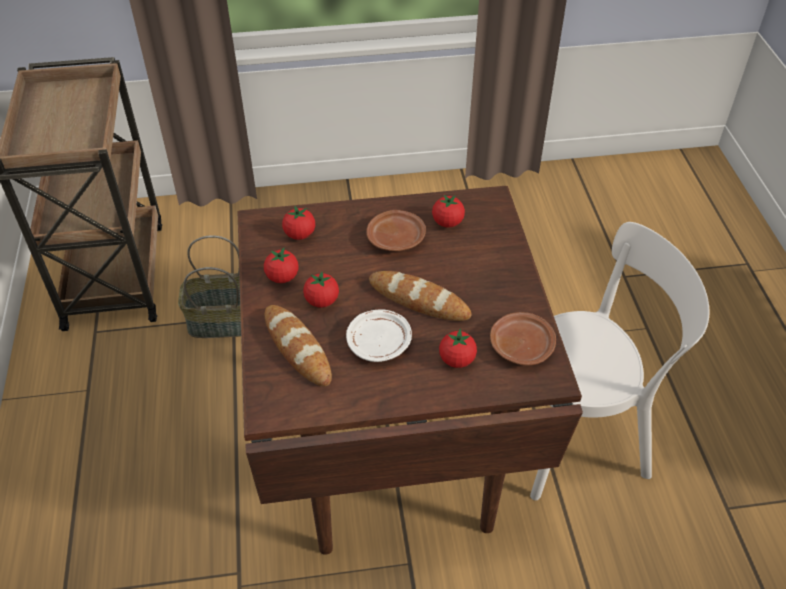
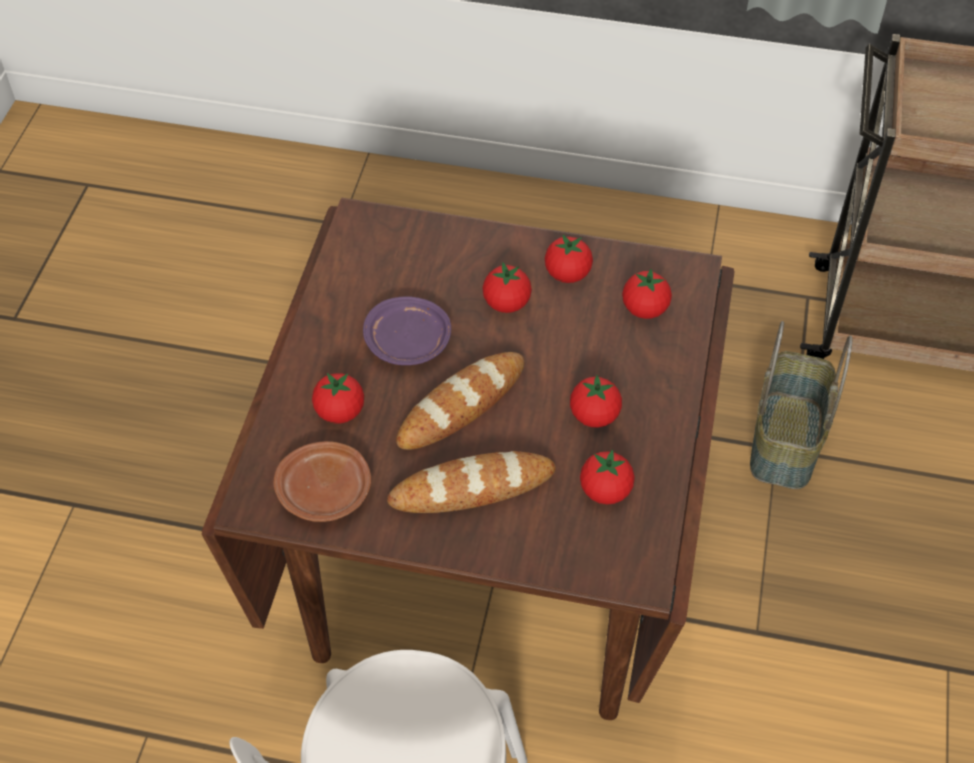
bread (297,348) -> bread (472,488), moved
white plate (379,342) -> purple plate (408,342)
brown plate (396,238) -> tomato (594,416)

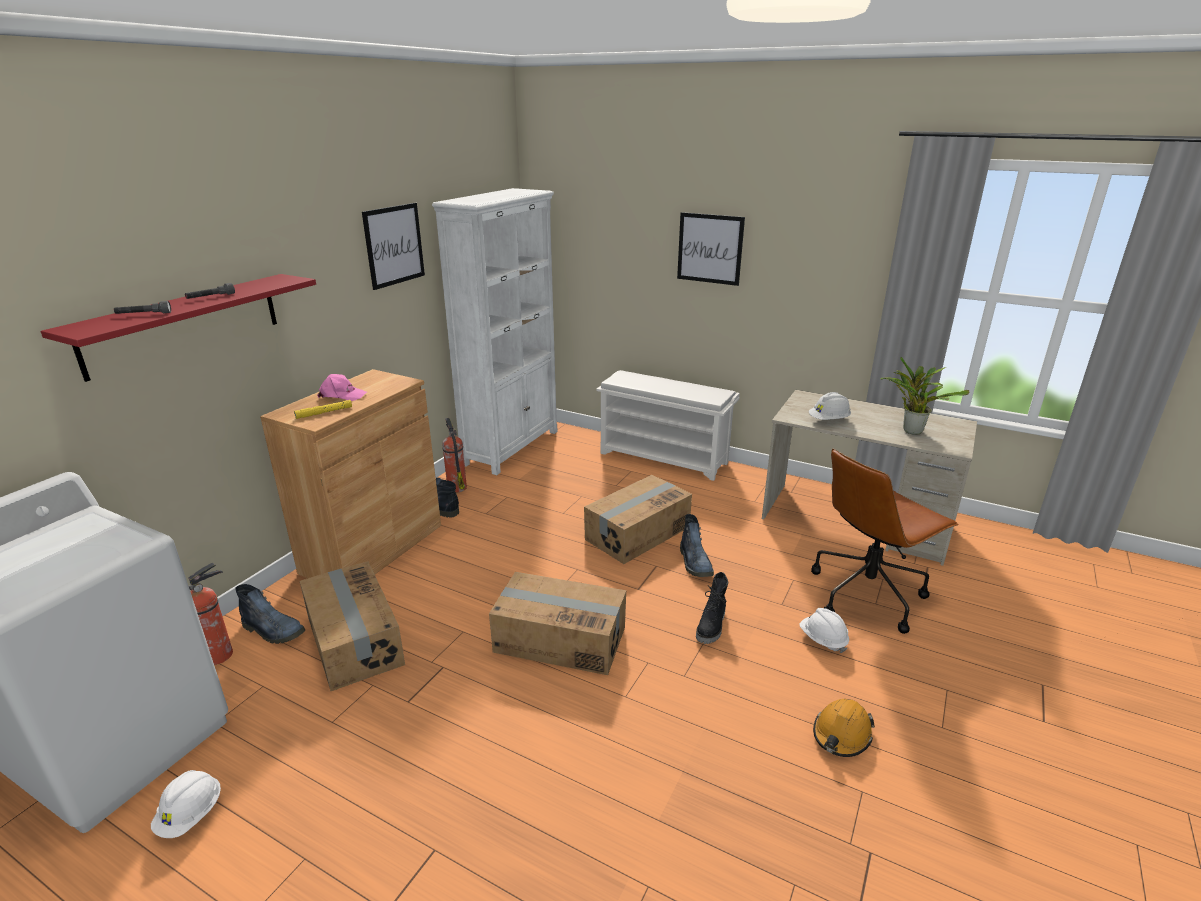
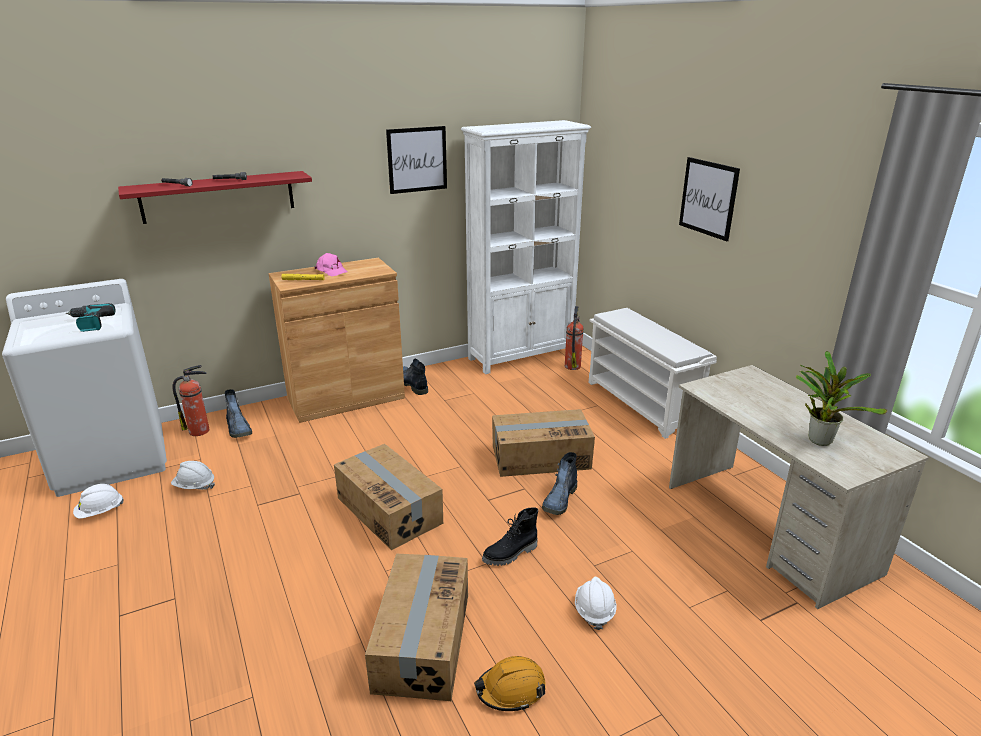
cardboard box (353,641) -> cardboard box (421,641), moved
fire extinguisher (456,487) -> fire extinguisher (572,366), moved
white hard hat (829,420) -> white hard hat (194,486), moved
brown office chair (867,594) -> none
none -> power drill (90,323)

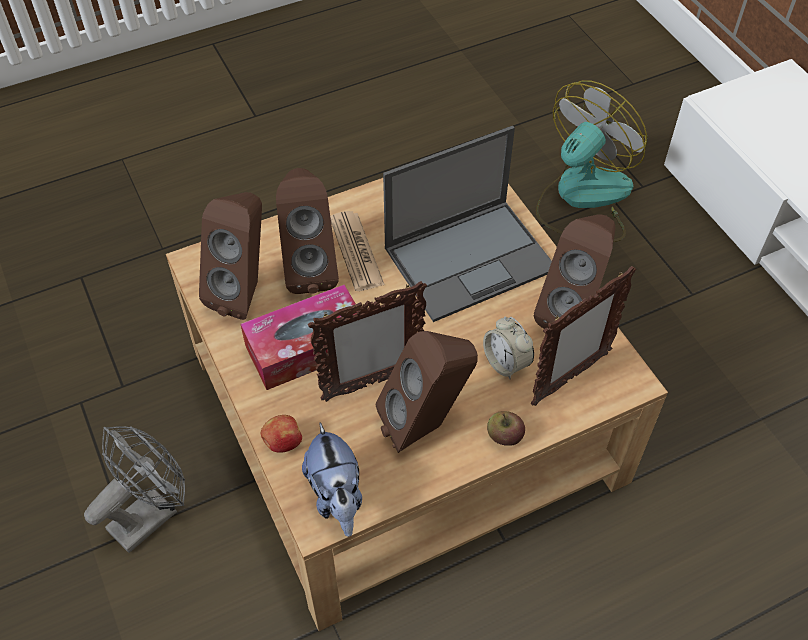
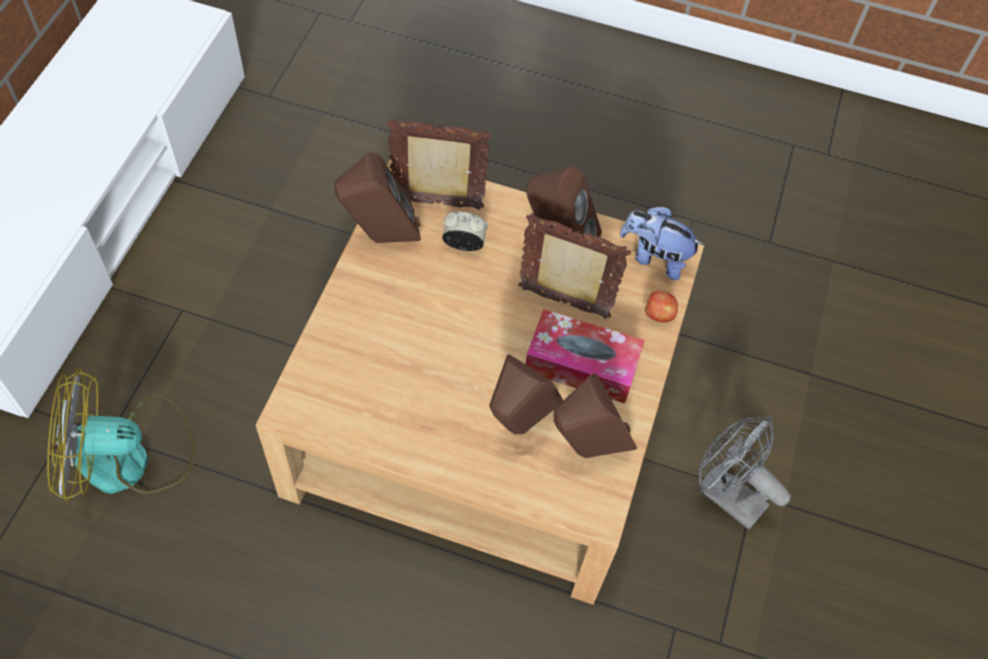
grey fan (150,513) -> grey fan (726,495), 45 degrees clockwise
plush toy (337,497) -> plush toy (655,257), 90 degrees counterclockwise
newspaper (356,251) -> none
laptop (471,258) -> none
alarm clock (506,363) -> alarm clock (464,244), 90 degrees counterclockwise
apple (504,436) -> none

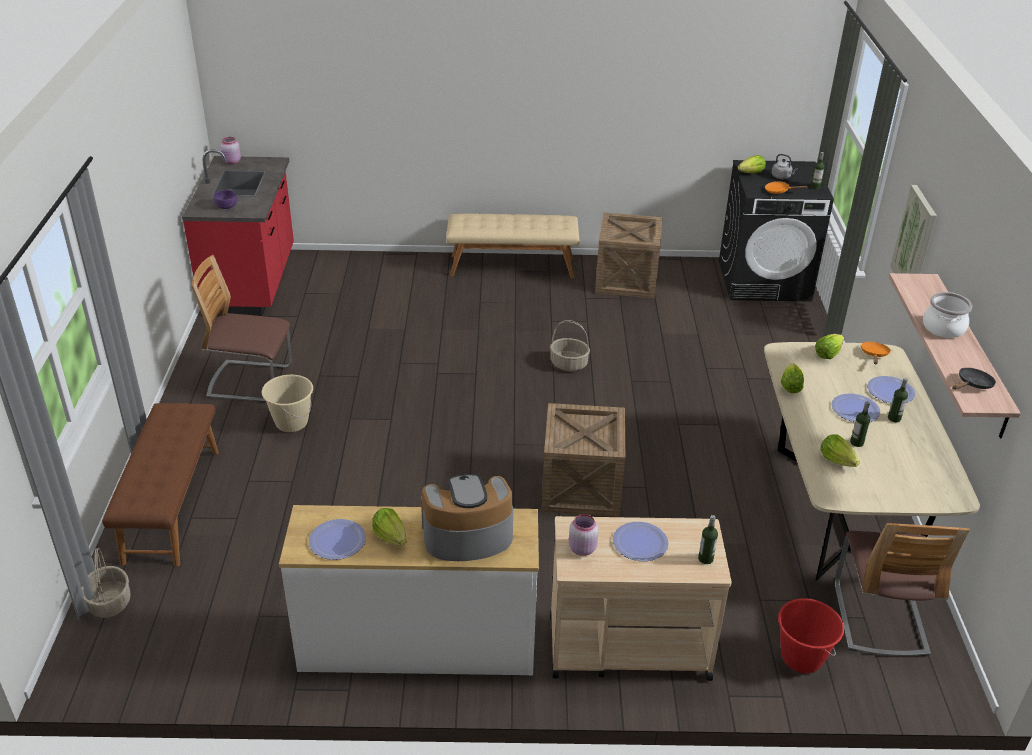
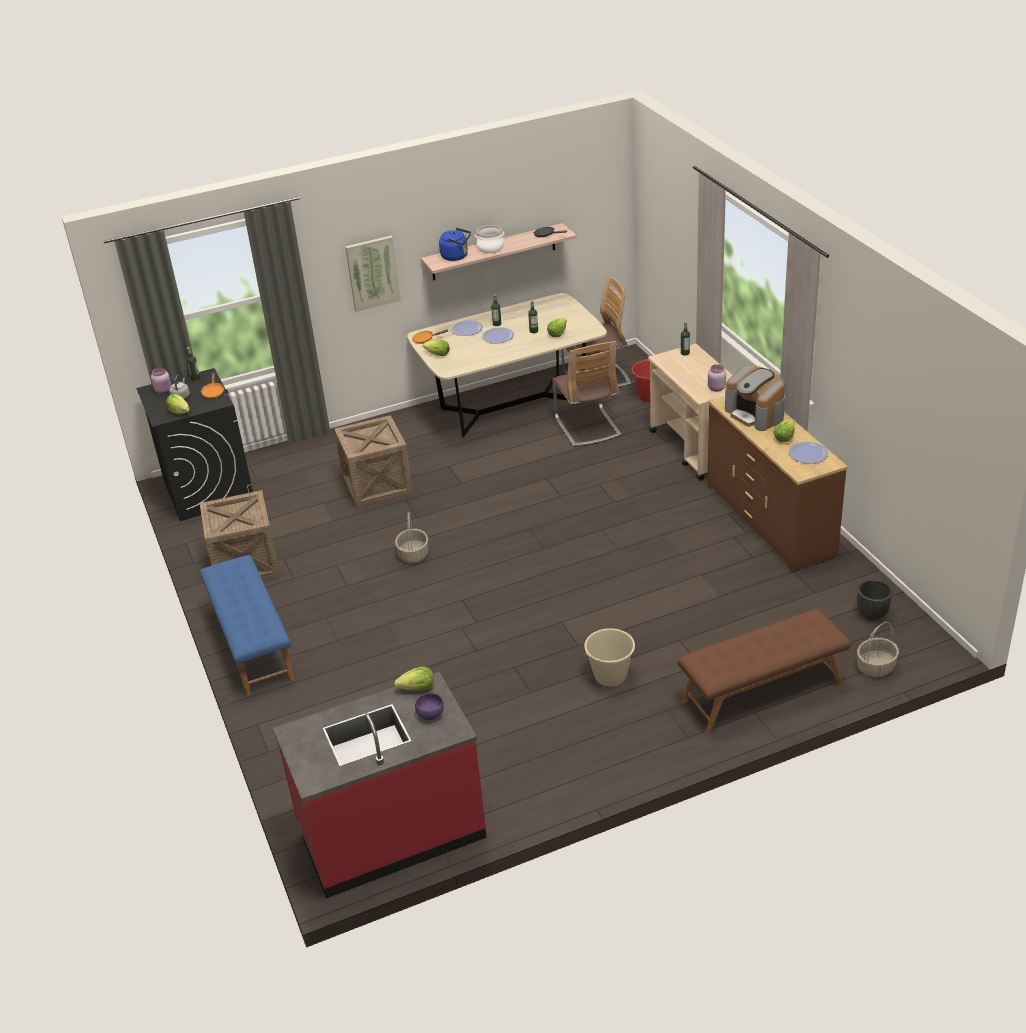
chair (250,382) -> chair (587,427), moved
pink jar (231,162) -> pink jar (164,391), moved
white dresser (418,645) -> brown dresser (770,520)
beige bench (512,266) -> blue bench (251,644)
crate (581,488) -> crate (377,484), moved
plate (640,543) -> none
lettuce (790,387) -> lettuce (417,688), moved
none -> blue kettle (456,256)
none -> black planter (872,614)

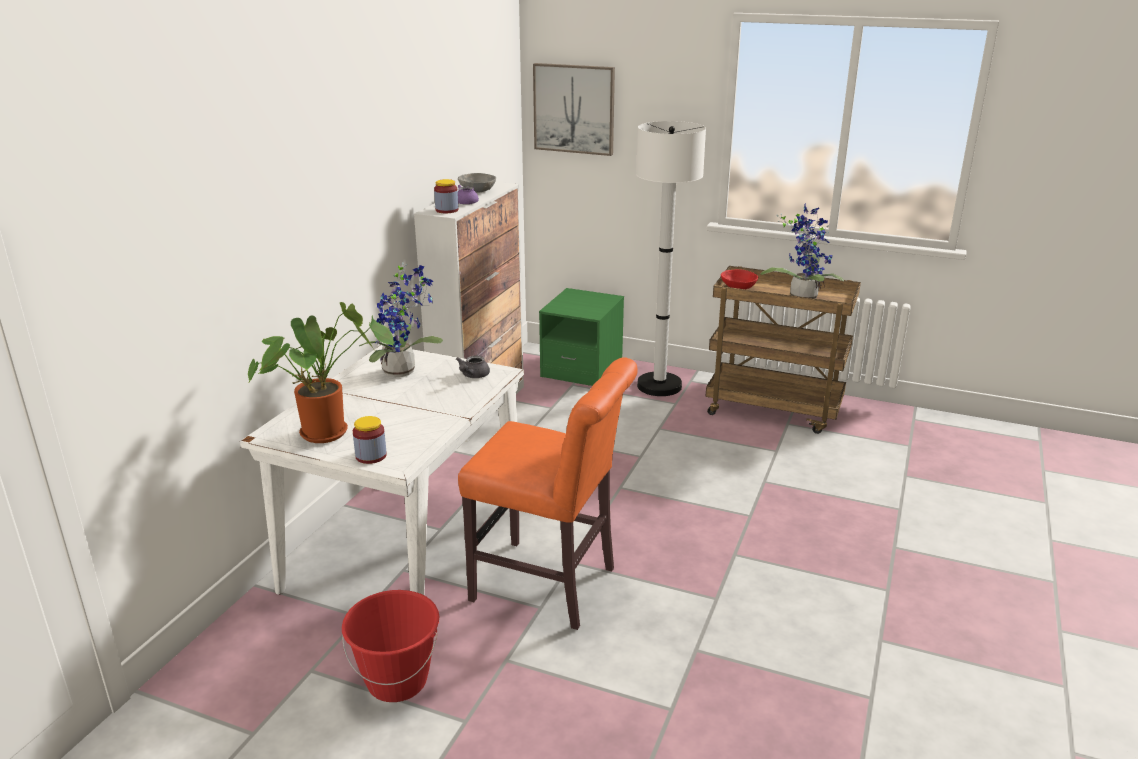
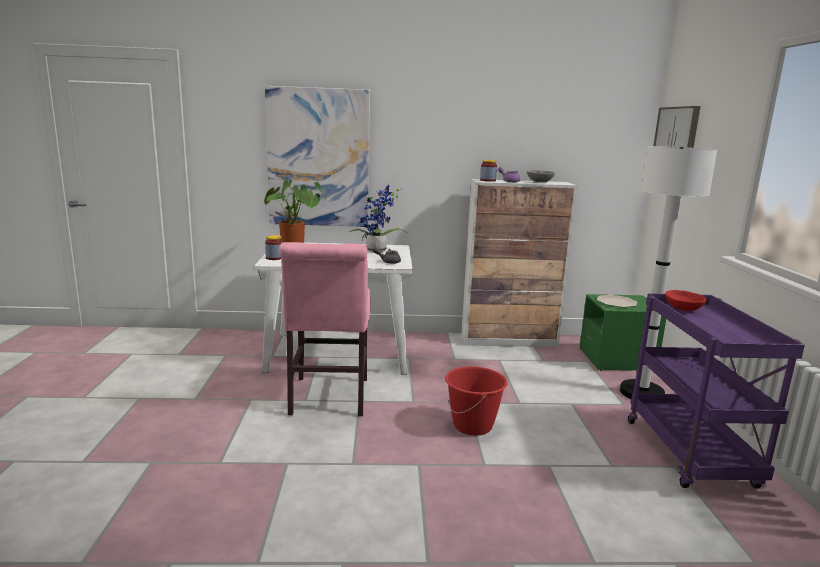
red bucket (397,681) -> red bucket (473,426), moved
orange chair (550,586) -> pink chair (328,399)
brown cart (774,410) -> purple cart (691,455)
potted plant (802,296) -> none
none -> picture (318,158)
none -> plate (617,302)

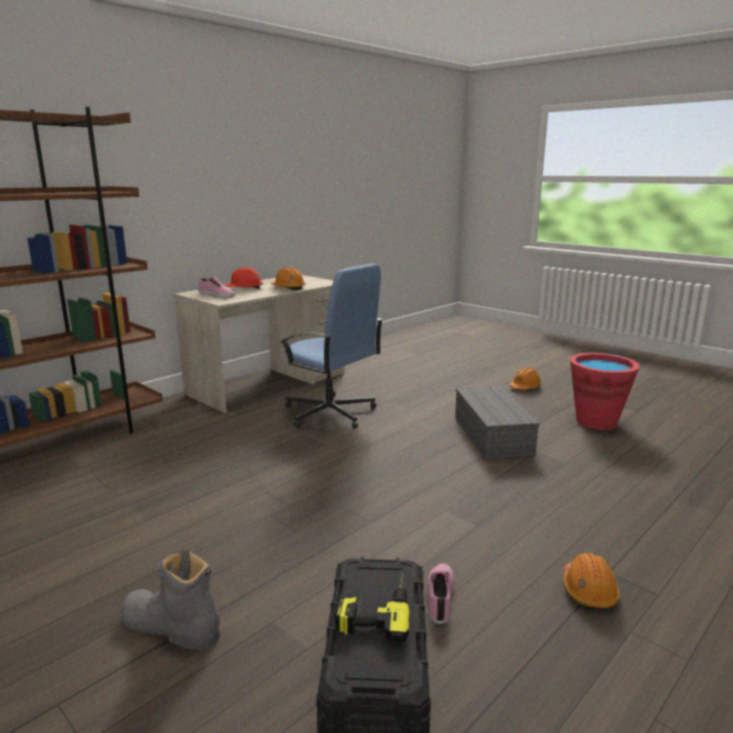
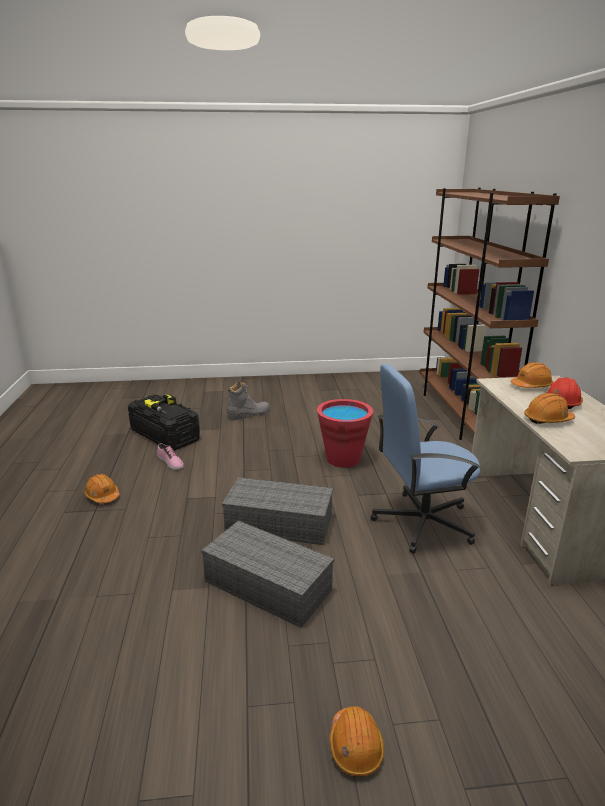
shoe (216,295) -> orange hard hat (531,386)
red bucket (596,422) -> red bucket (343,459), moved
none -> grey storage box (281,523)

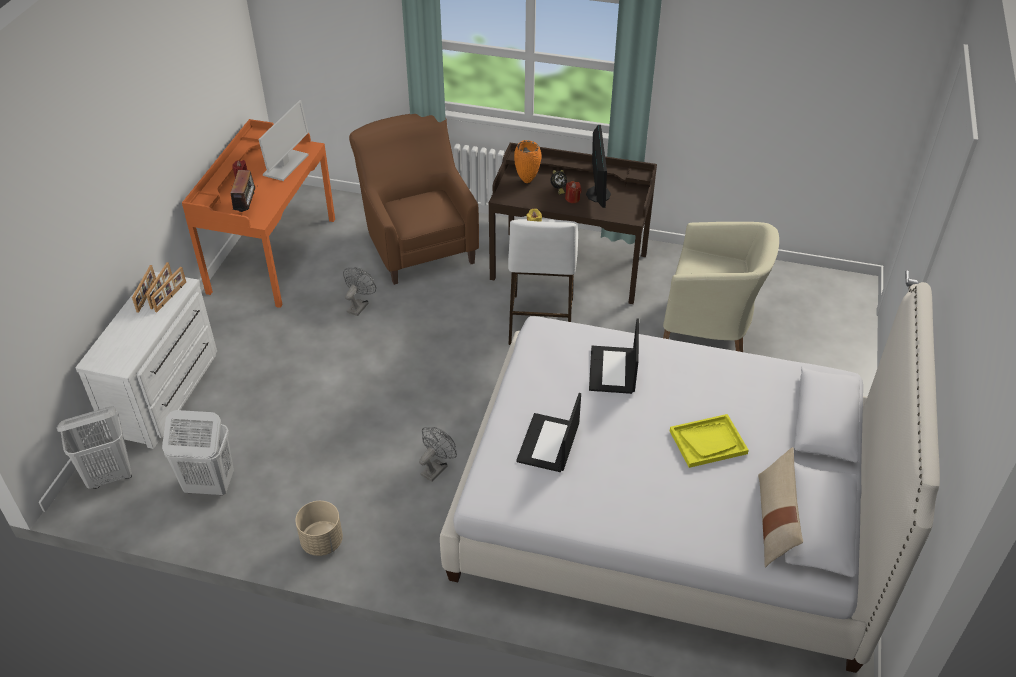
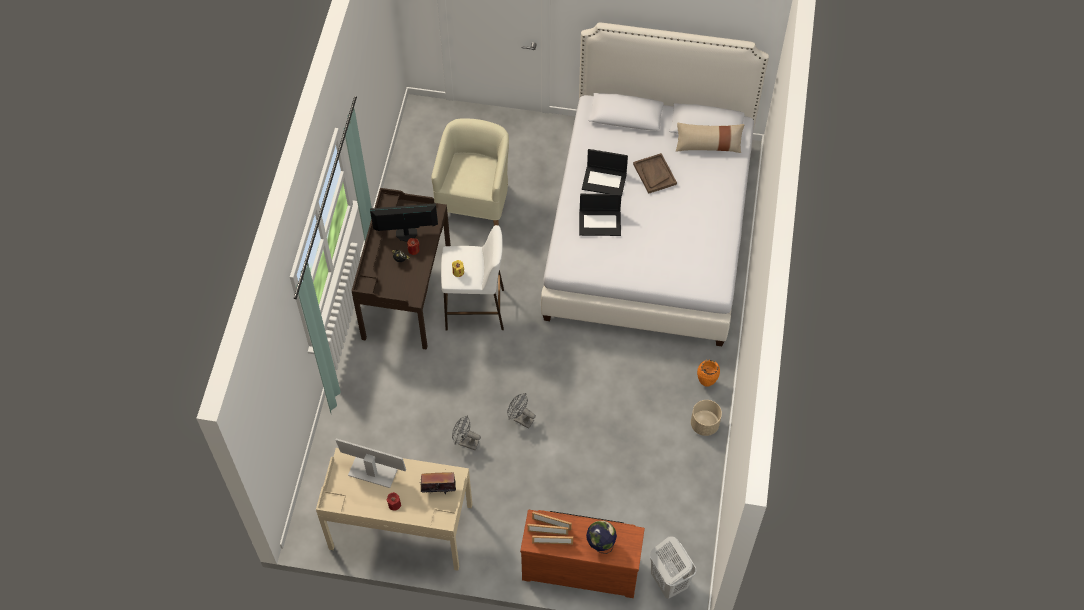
white dresser (167,393) -> brown dresser (581,566)
white laundry basket (209,485) -> none
orange desk (272,255) -> beige desk (401,527)
brown armchair (418,244) -> none
grey fan (436,468) -> grey fan (520,419), moved
orange vase (527,181) -> orange vase (706,383), moved
laptop (549,444) -> laptop (604,181), moved
yellow tray (708,442) -> brown tray (654,174)
none -> globe (600,544)

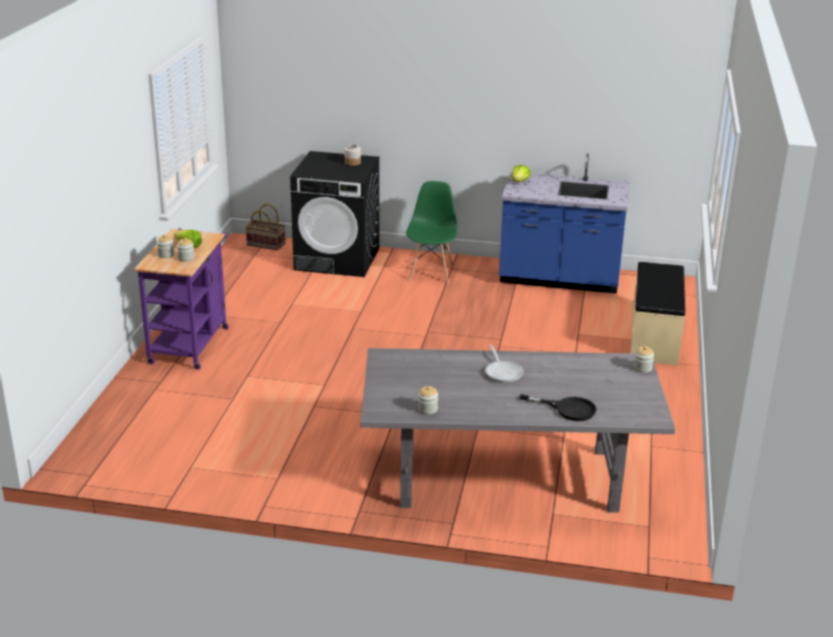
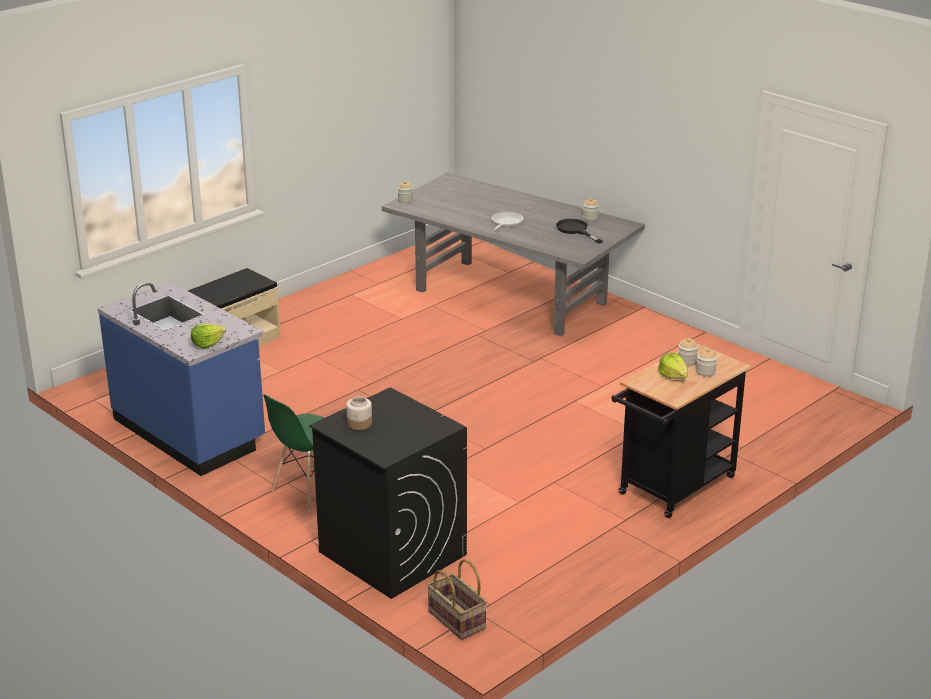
purple cart (191,342) -> black cart (672,489)
black frying pan (568,409) -> black frying pan (575,230), moved

